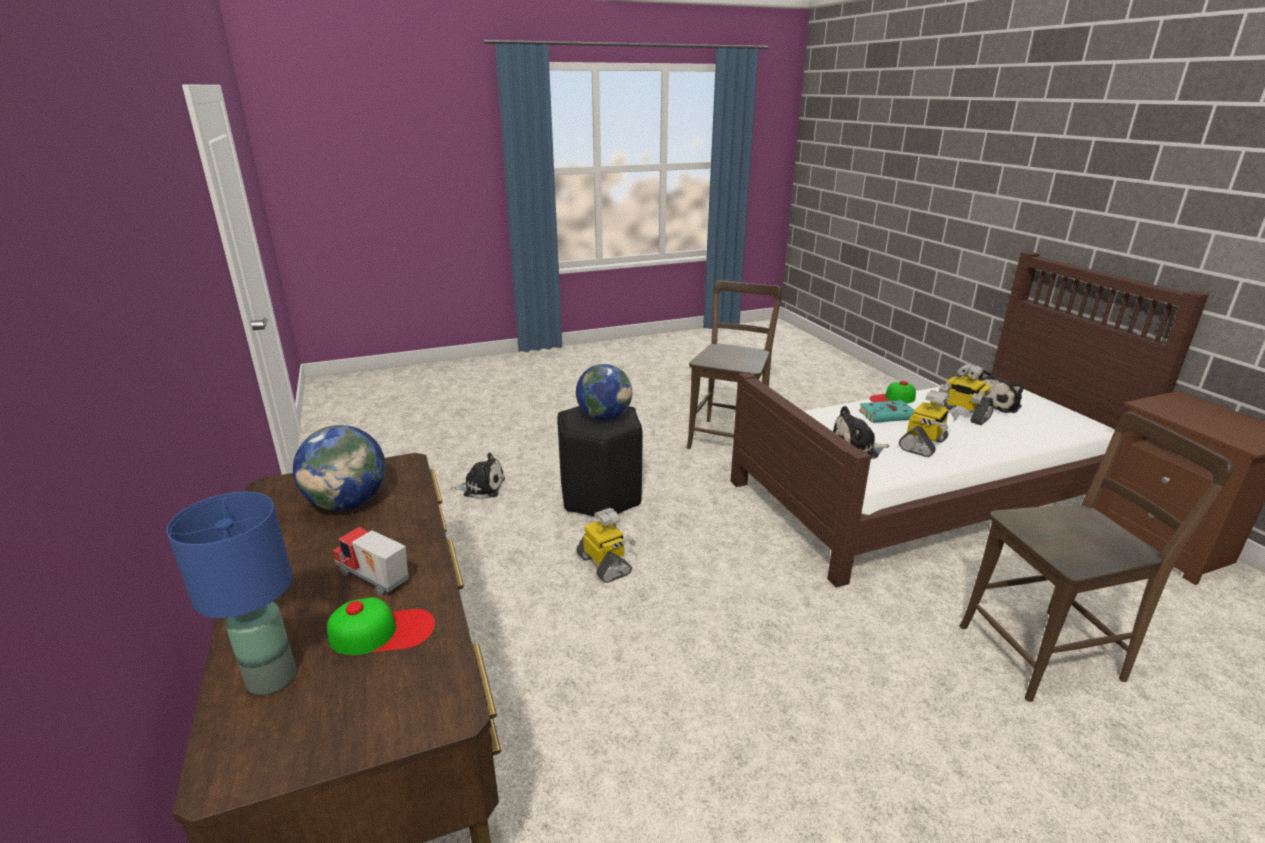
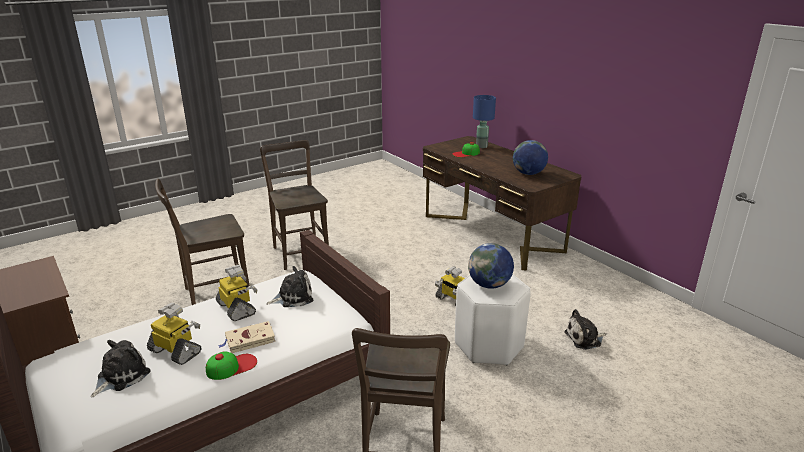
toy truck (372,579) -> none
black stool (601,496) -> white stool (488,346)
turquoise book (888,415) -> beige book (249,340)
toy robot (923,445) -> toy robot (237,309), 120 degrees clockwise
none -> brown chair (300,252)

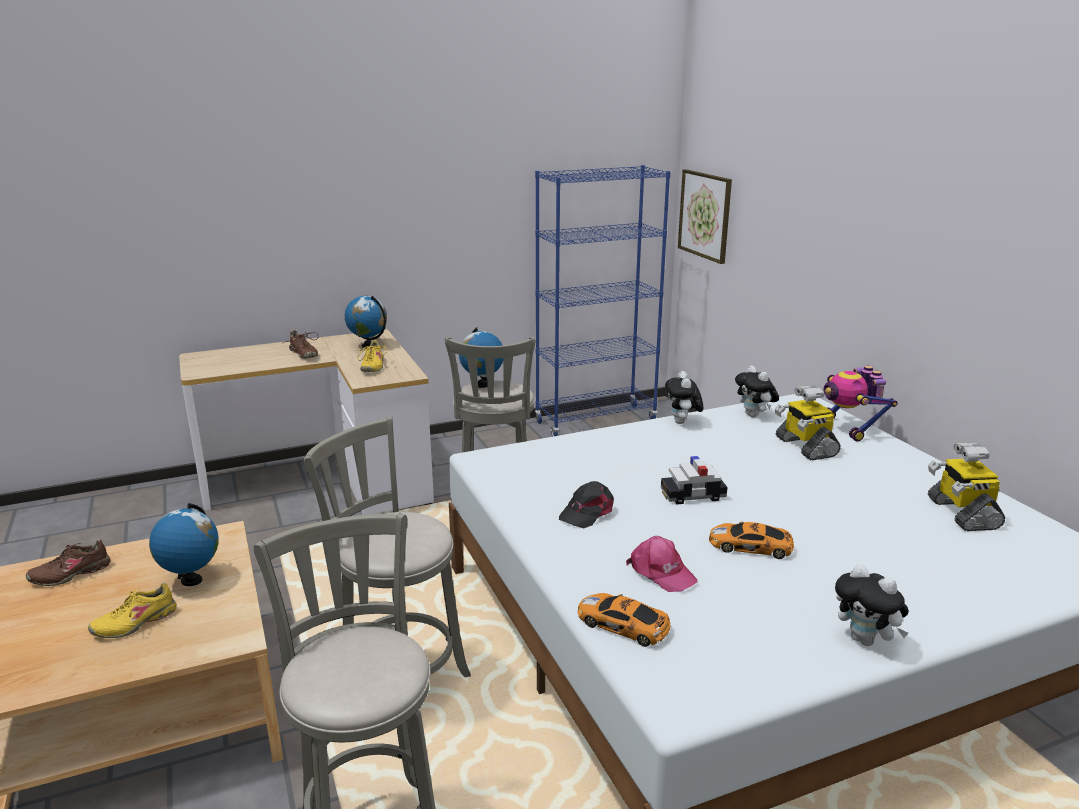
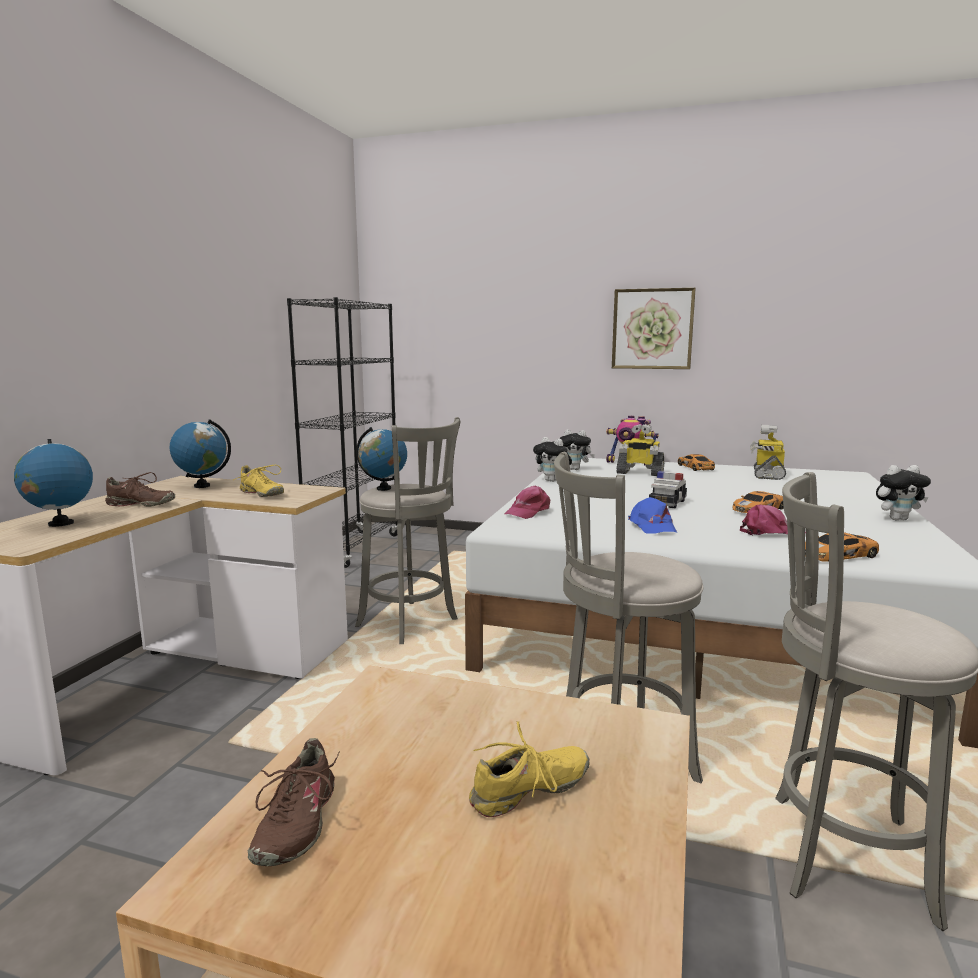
yellow shoe (135,622) -> yellow shoe (530,791), 120 degrees counterclockwise
globe (191,580) -> globe (60,524), moved
blue bookcase (595,422) -> black bookcase (354,549)
black cap (587,512) -> blue cap (652,526)
picture (705,215) -> picture (652,329), moved
toy robot (961,513) -> toy robot (767,475), 75 degrees clockwise
none -> pink cap (528,512)
none -> toy car (695,467)

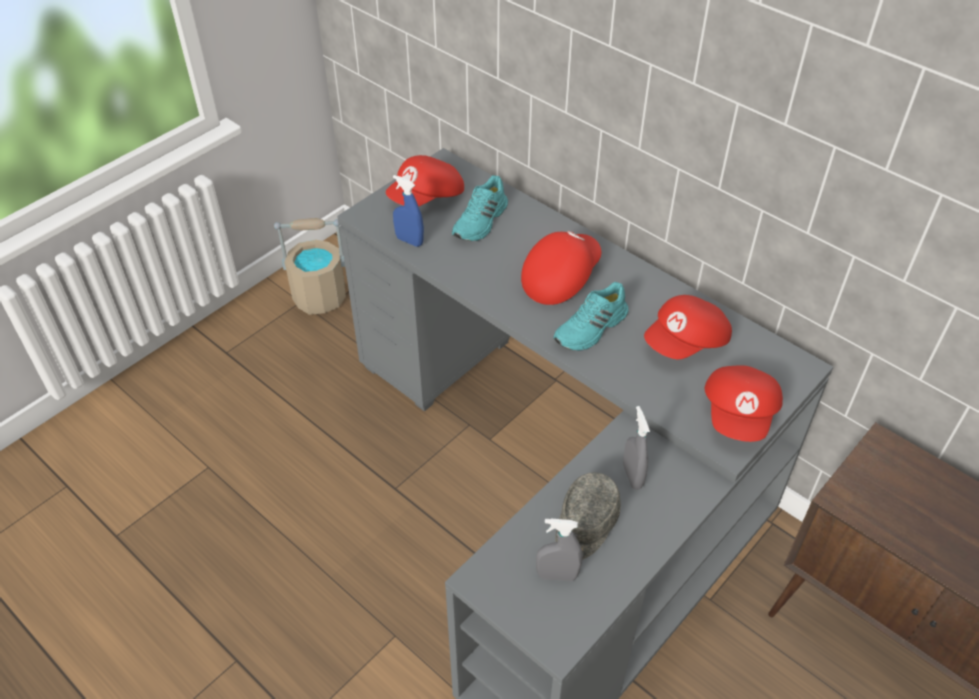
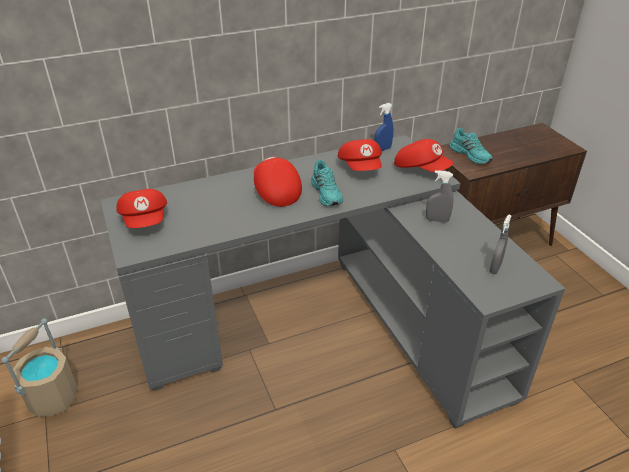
blue spray bottle (409,241) -> blue spray bottle (382,149), moved
turquoise shoe (481,221) -> turquoise shoe (471,155), moved
grey cap (585,525) -> none

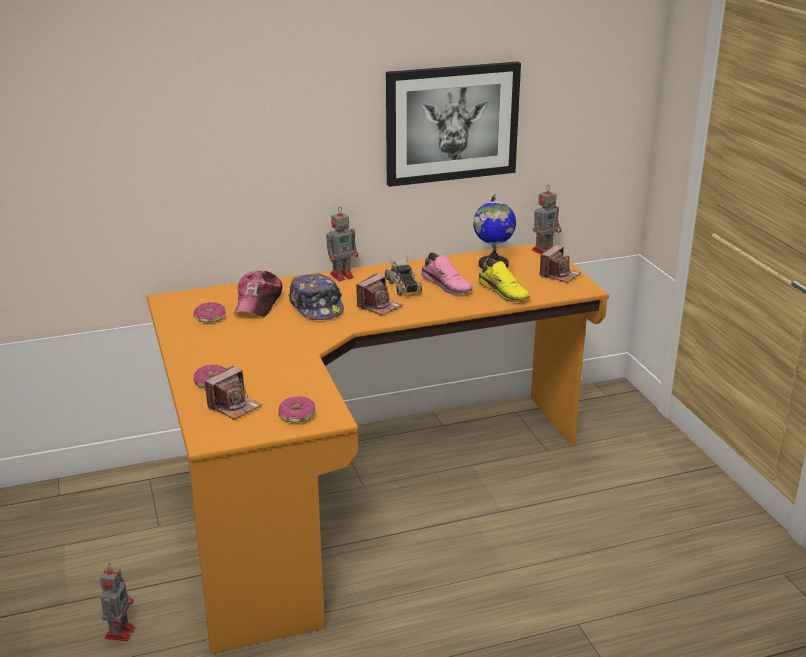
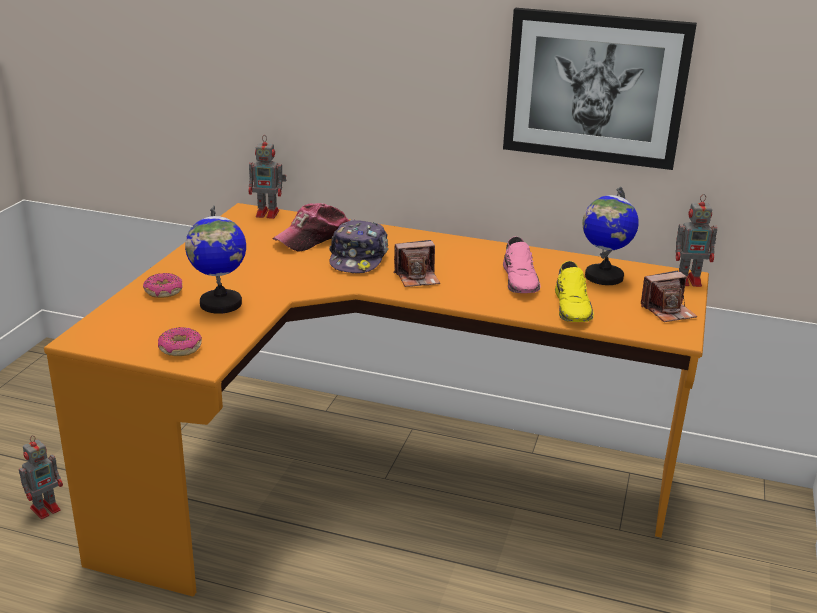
donut (210,318) -> none
photo camera (234,406) -> none
toy robot (343,275) -> toy robot (269,214), moved
toy truck (404,286) -> none
none -> globe (220,304)

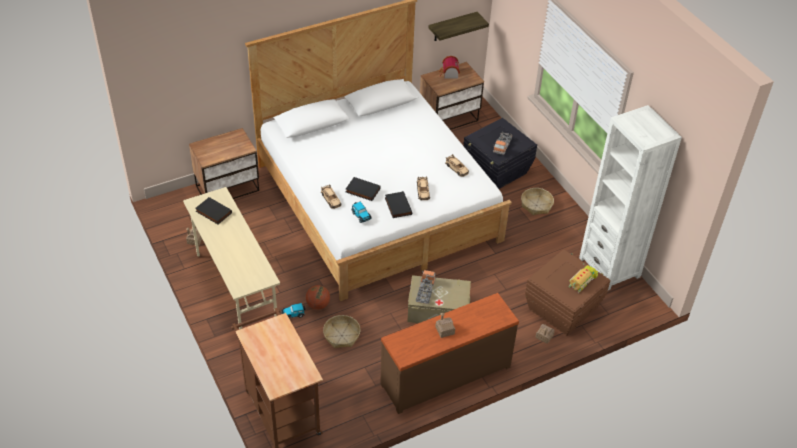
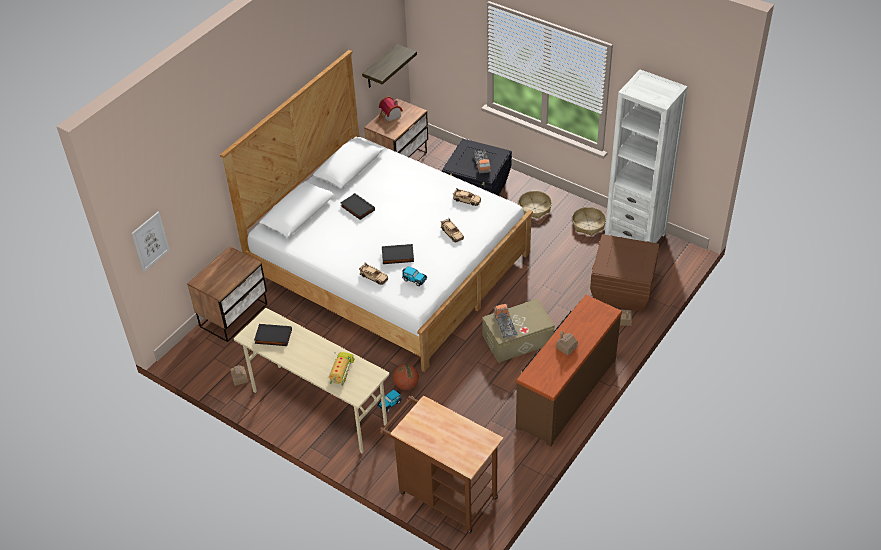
basket (341,336) -> basket (588,225), moved
black book (397,206) -> black book (357,208), moved
toy truck (582,281) -> toy truck (342,371), moved
none -> picture (150,241)

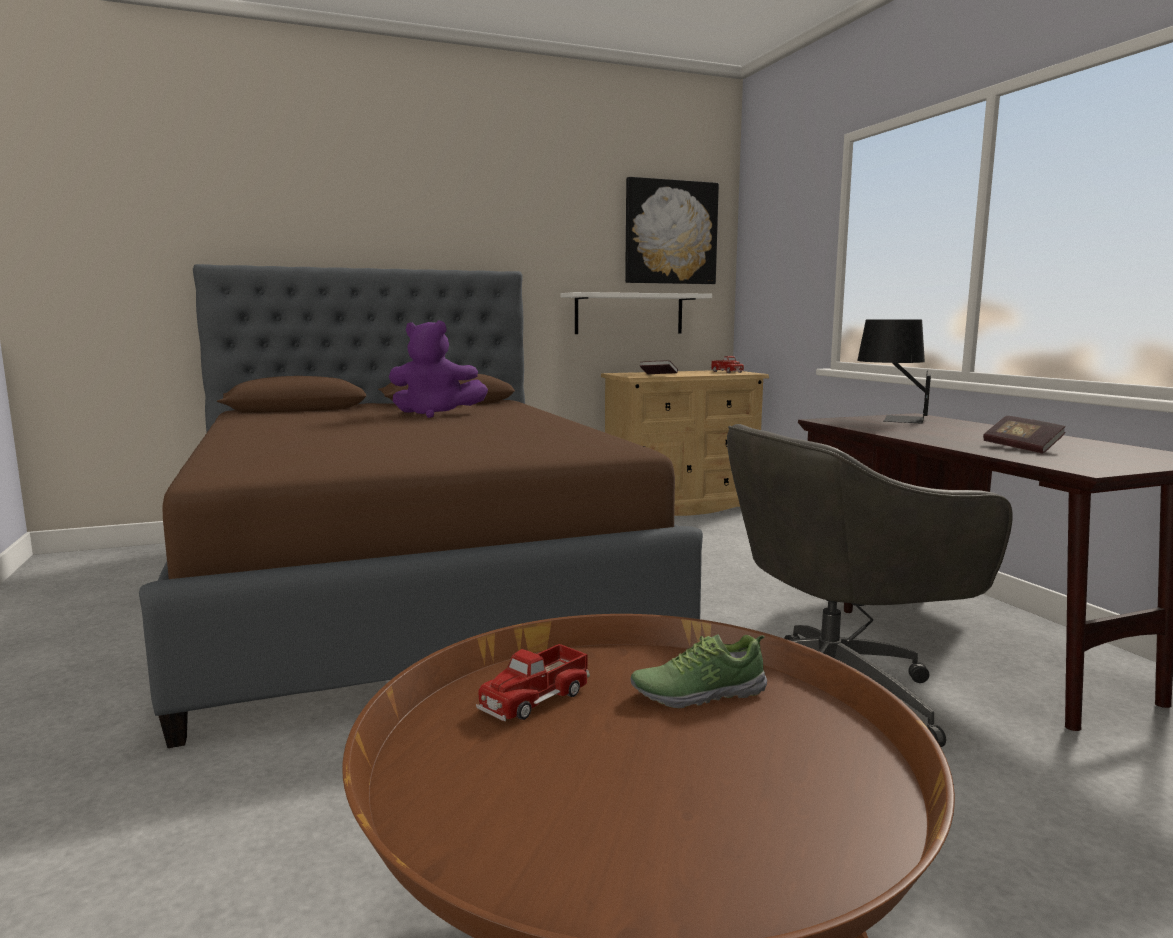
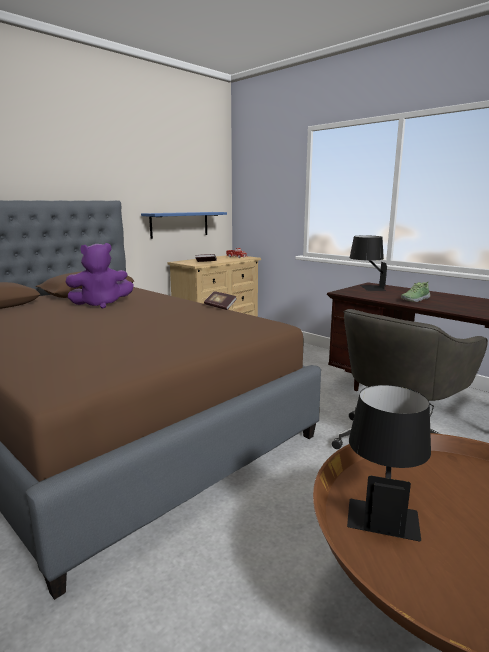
toy truck (534,698) -> black table lamp (382,508)
white shelf (629,314) -> blue shelf (179,224)
picture (670,232) -> none
shoe (698,693) -> shoe (414,299), moved
book (1022,448) -> book (220,307), moved

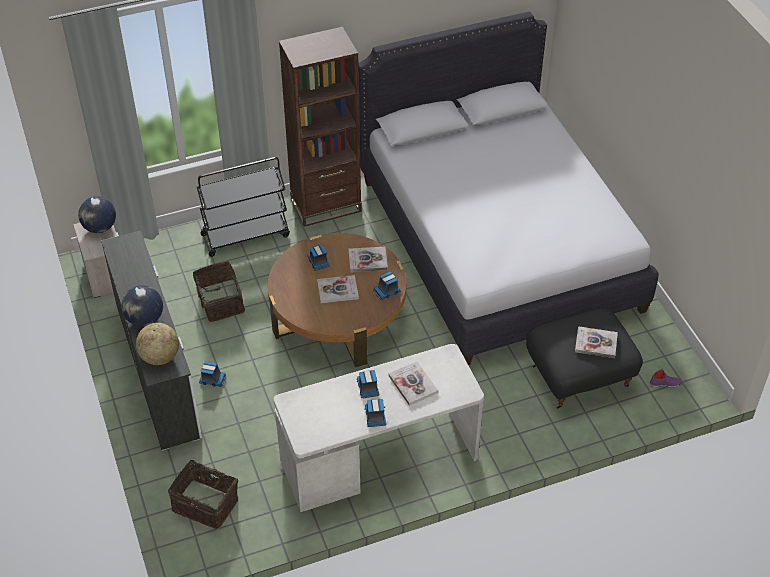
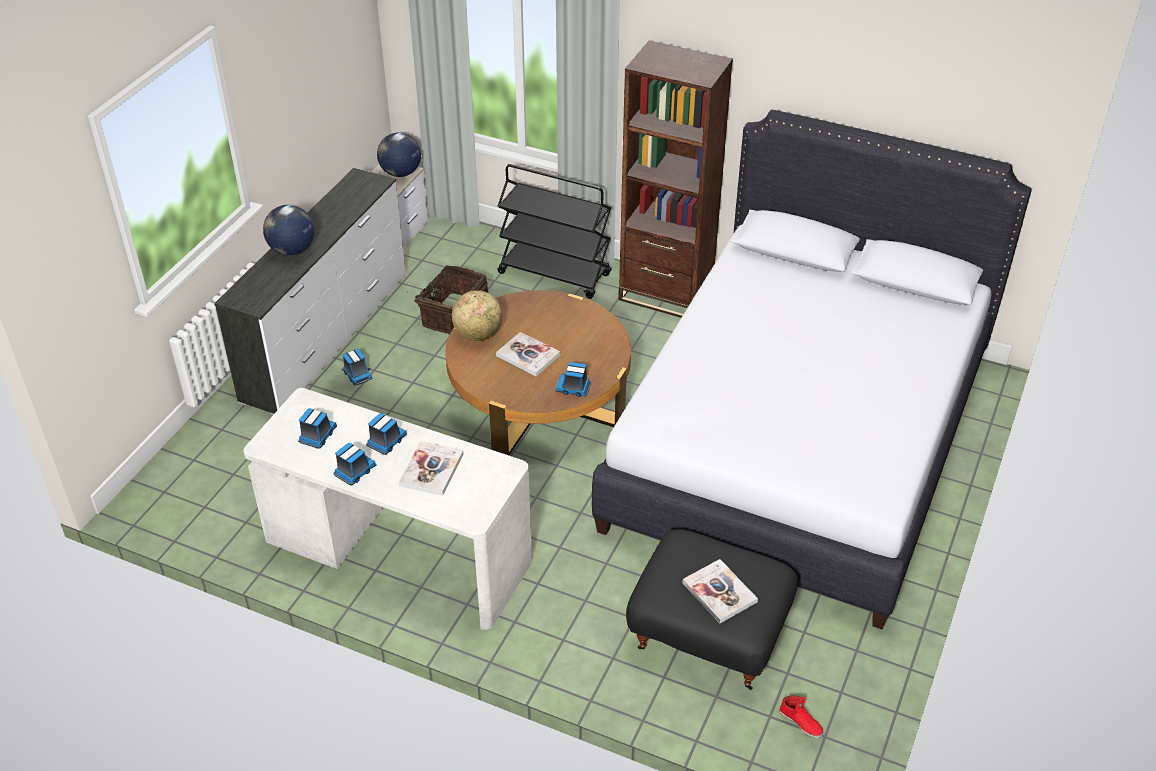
globe (160,357) -> globe (478,334), moved
basket (206,503) -> none
toy truck (318,262) -> toy truck (317,436), moved
book (367,260) -> none
purple shoe (665,383) -> red shoe (801,722)

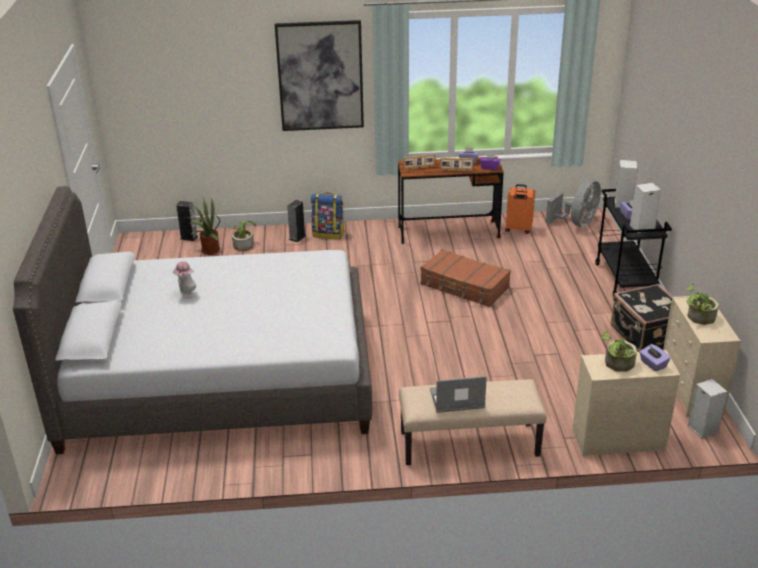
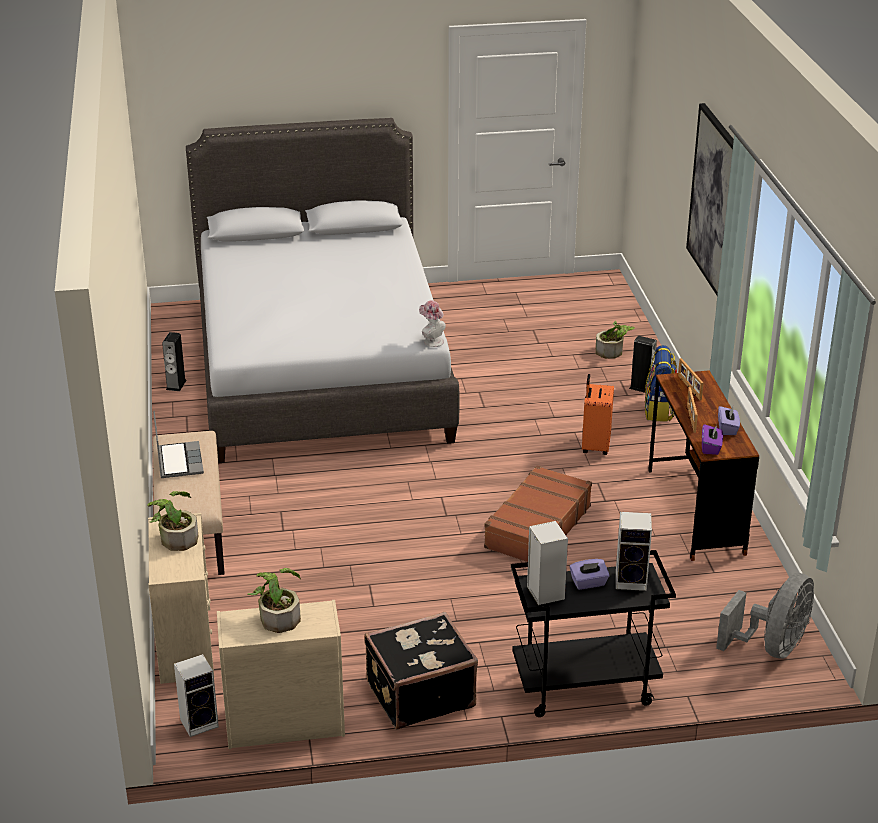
hat (186,294) -> hat (431,341), moved
speaker (189,237) -> speaker (176,385), moved
potted plant (208,251) -> none
orange suitcase (518,229) -> orange suitcase (594,446), moved
grey fan (577,223) -> grey fan (772,647), 90 degrees counterclockwise
purple tissue box (652,364) -> none

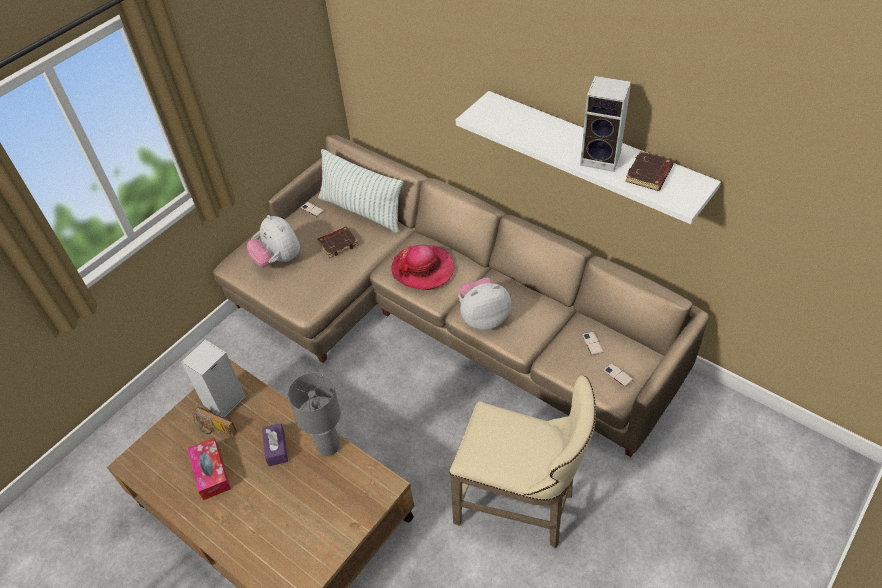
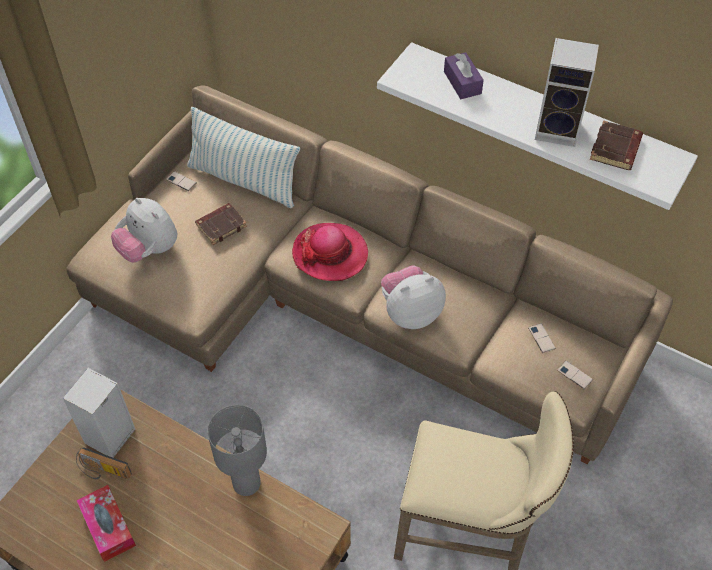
purple tissue box (276,448) -> purple tissue box (462,82), moved

